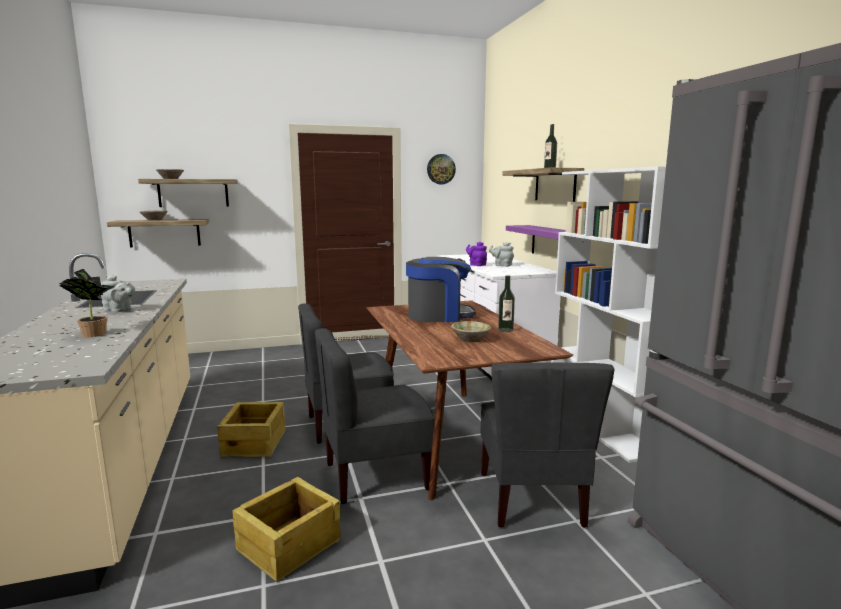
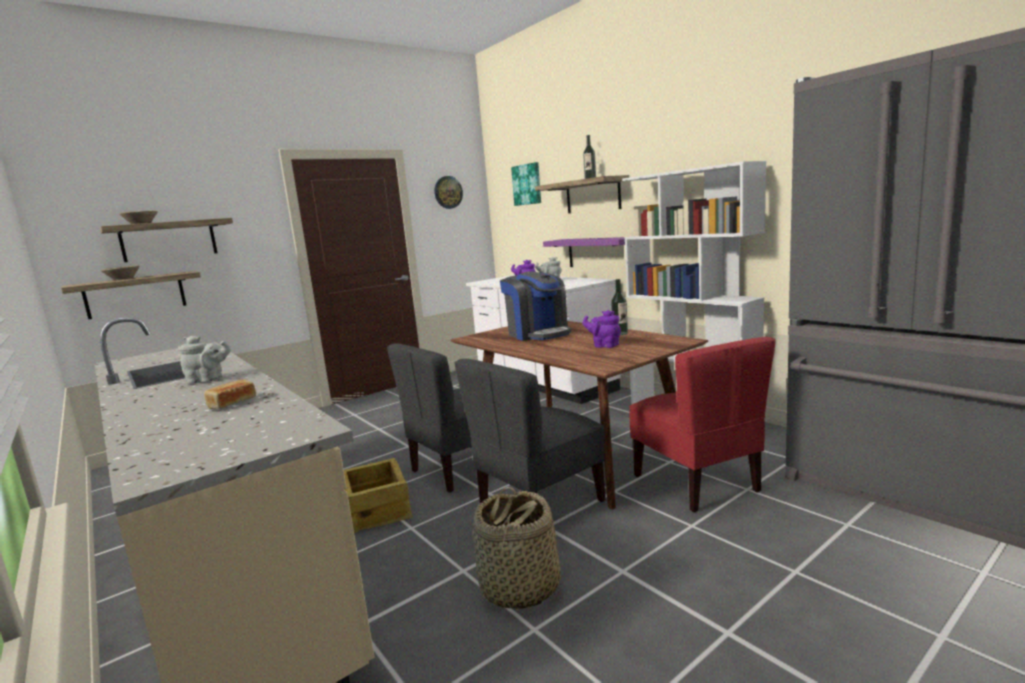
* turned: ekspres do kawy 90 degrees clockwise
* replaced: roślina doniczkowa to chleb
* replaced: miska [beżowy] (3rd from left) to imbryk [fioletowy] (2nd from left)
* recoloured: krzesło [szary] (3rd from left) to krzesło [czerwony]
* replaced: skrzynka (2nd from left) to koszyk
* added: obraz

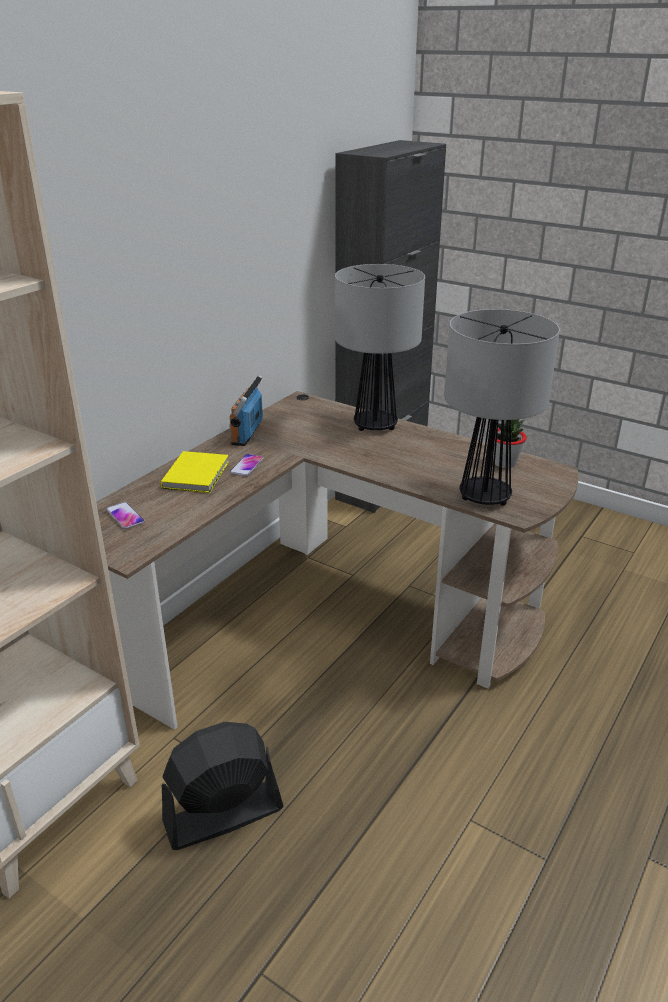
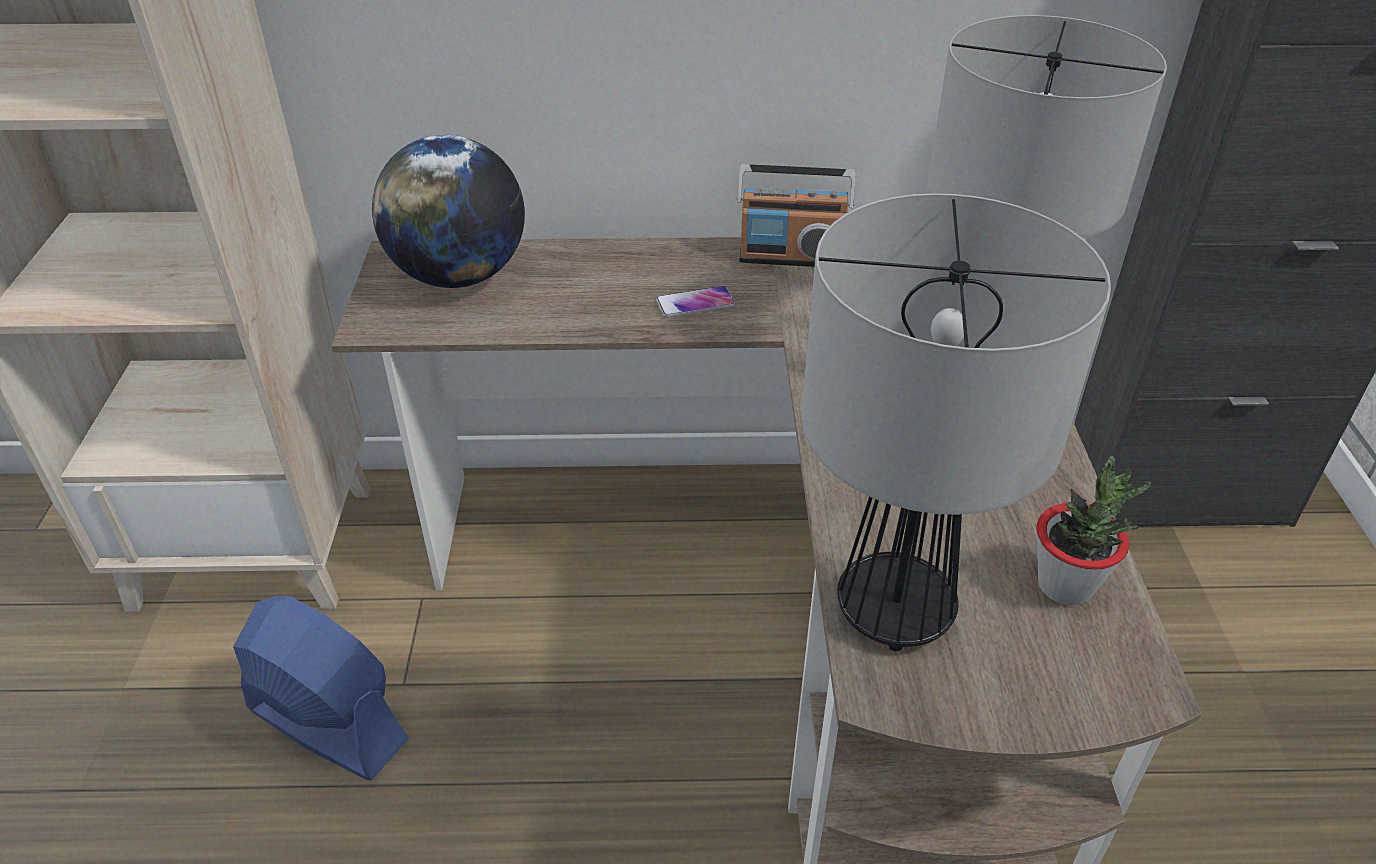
* turned: radio 150 degrees counterclockwise
* removed: książka [żółty]
* replaced: telefon (1st from left) to globus
* recoloured: wentylator [czarny] to wentylator [niebieski]

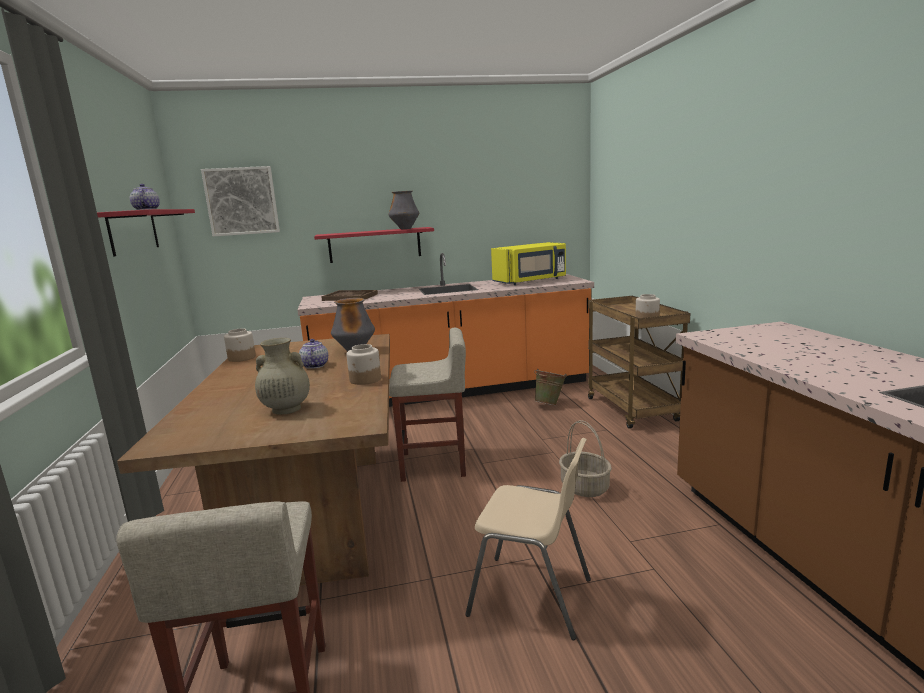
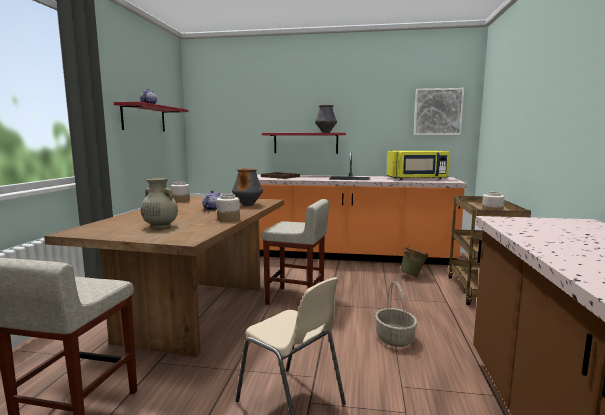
* moved: obraz

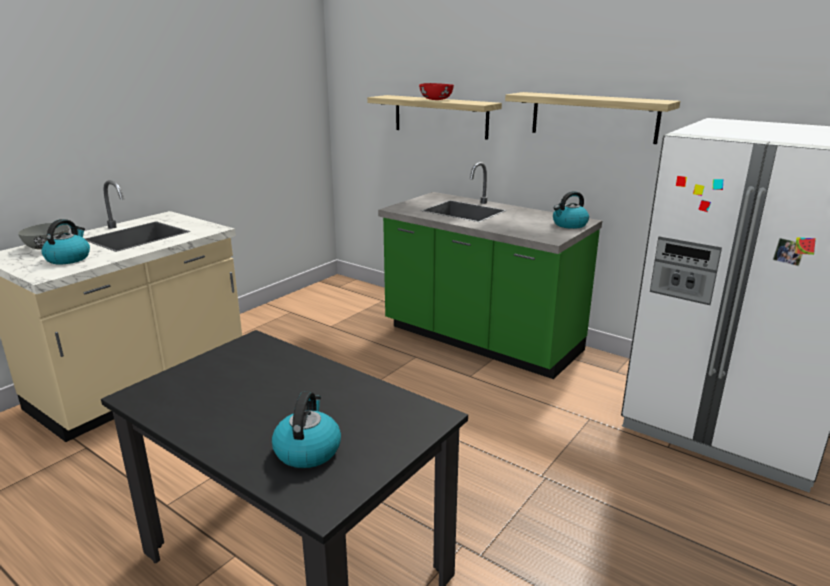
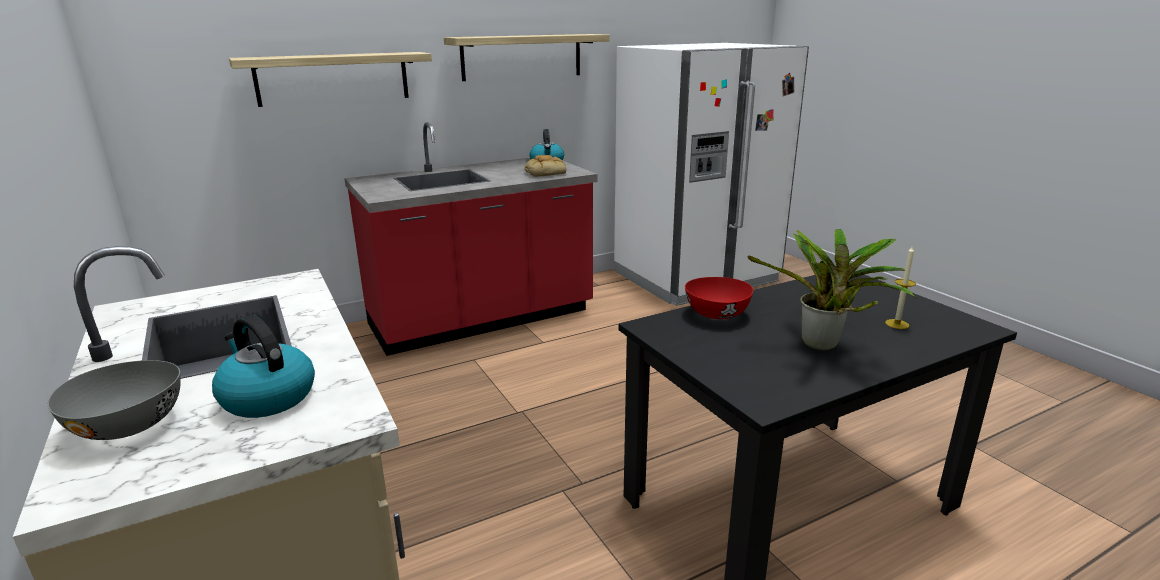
* moved: miska [czerwony]
* recoloured: zabudowa kuchenna [zielony] to zabudowa kuchenna [czerwony]
* replaced: czajnik (2nd from left) to świeca
* added: chleb
* added: roślina doniczkowa

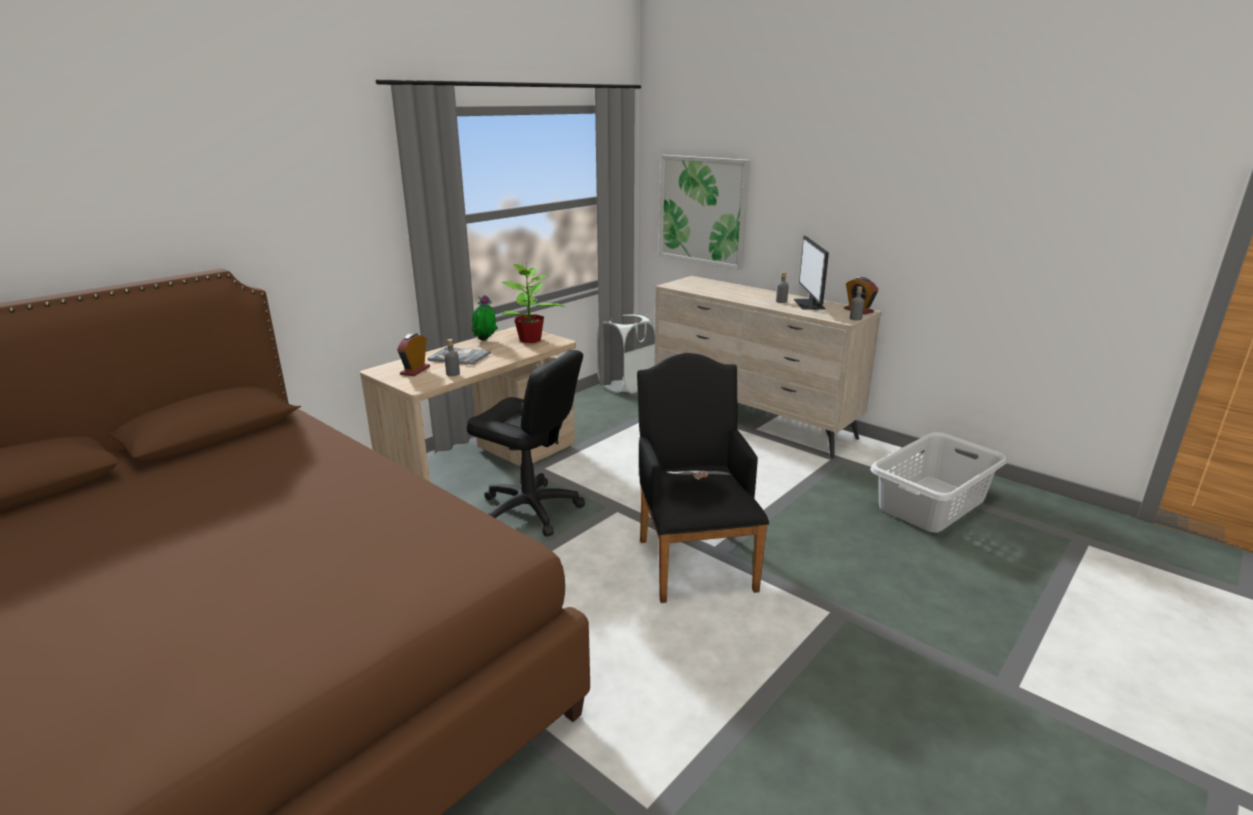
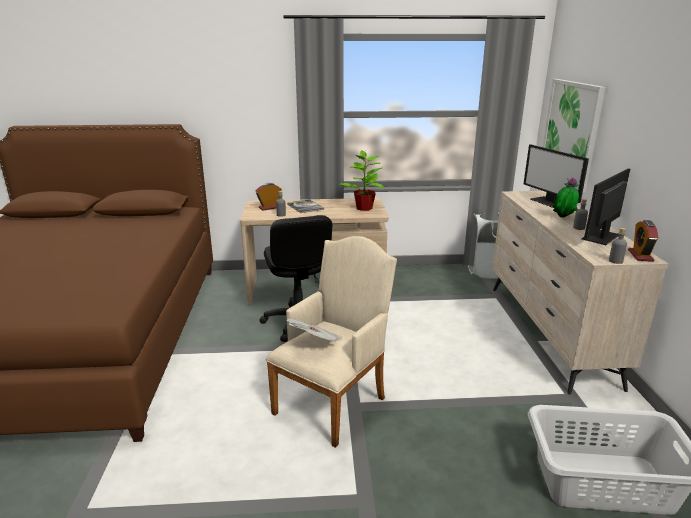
* moved: roślina doniczkowa (1st from left in the first image) to roślina doniczkowa (2nd from left)
* recoloured: fotel [czarny] to fotel [beżowy]
* added: monitor (1st from left)

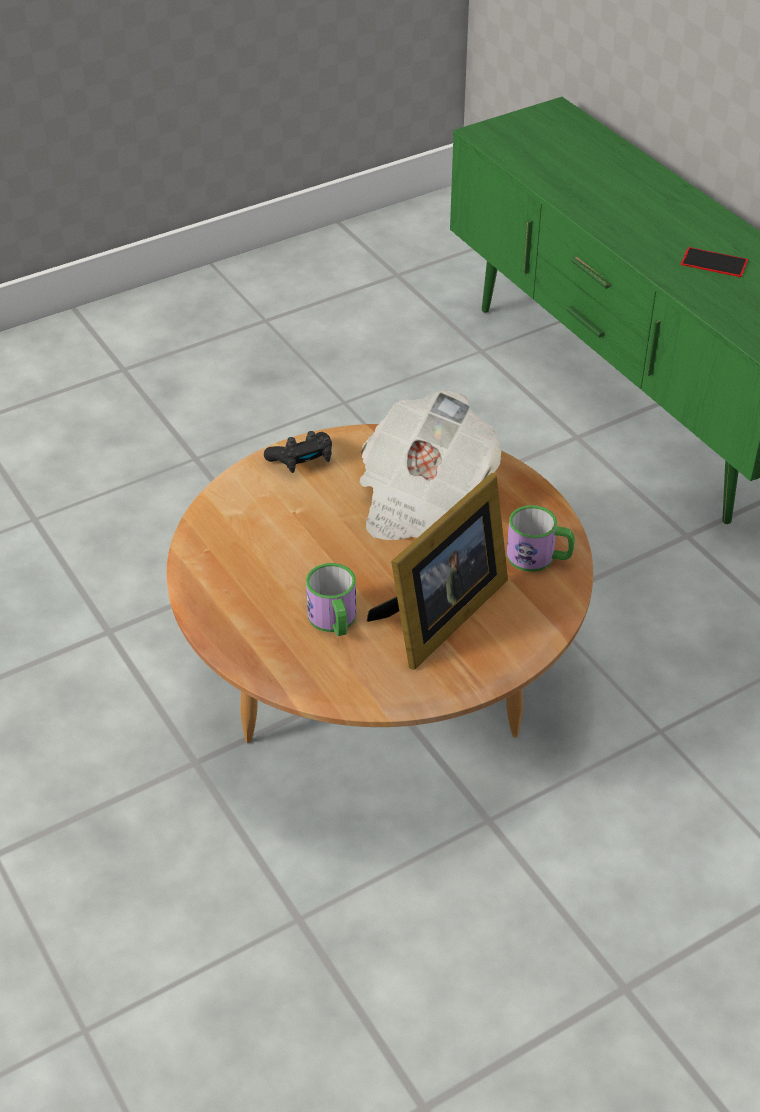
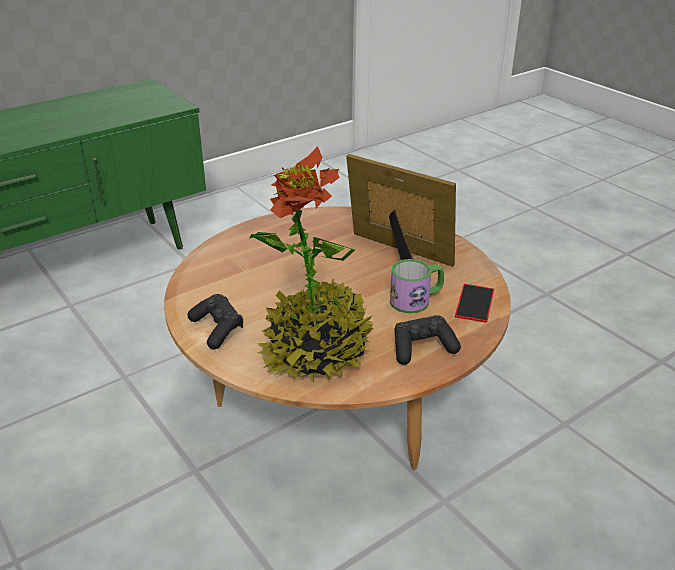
* moved: telefon
* removed: gazeta
* removed: kubek (2nd from left)
* added: roślina doniczkowa
* added: pad do gier [czarny] (2nd from left)

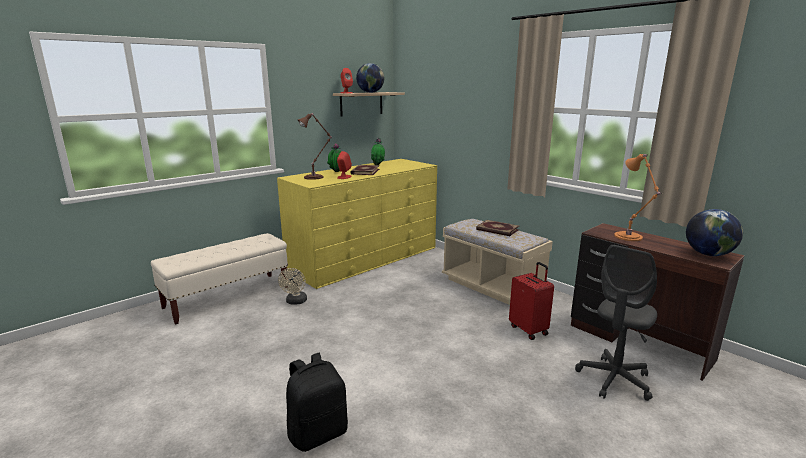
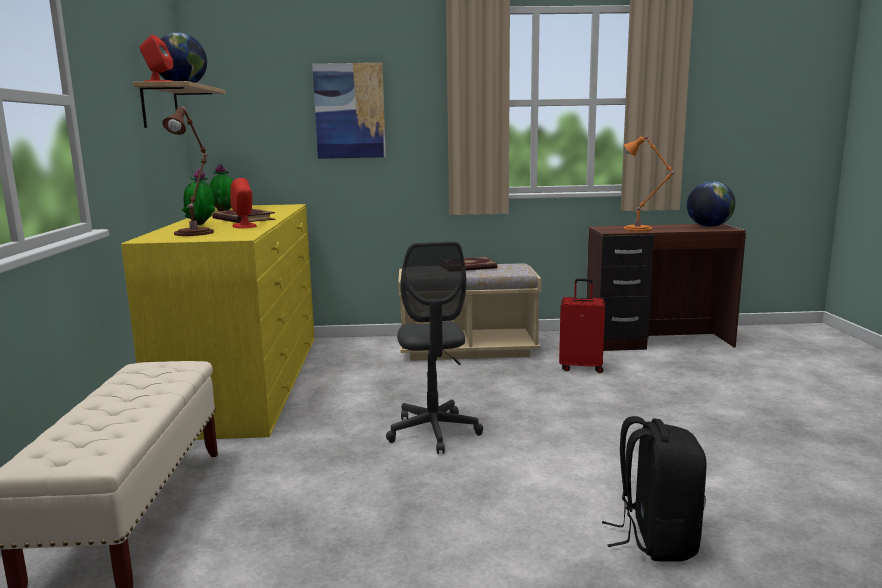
* moved: krzesło biurowe [szary]
* removed: wentylator [beżowy]
* added: obraz

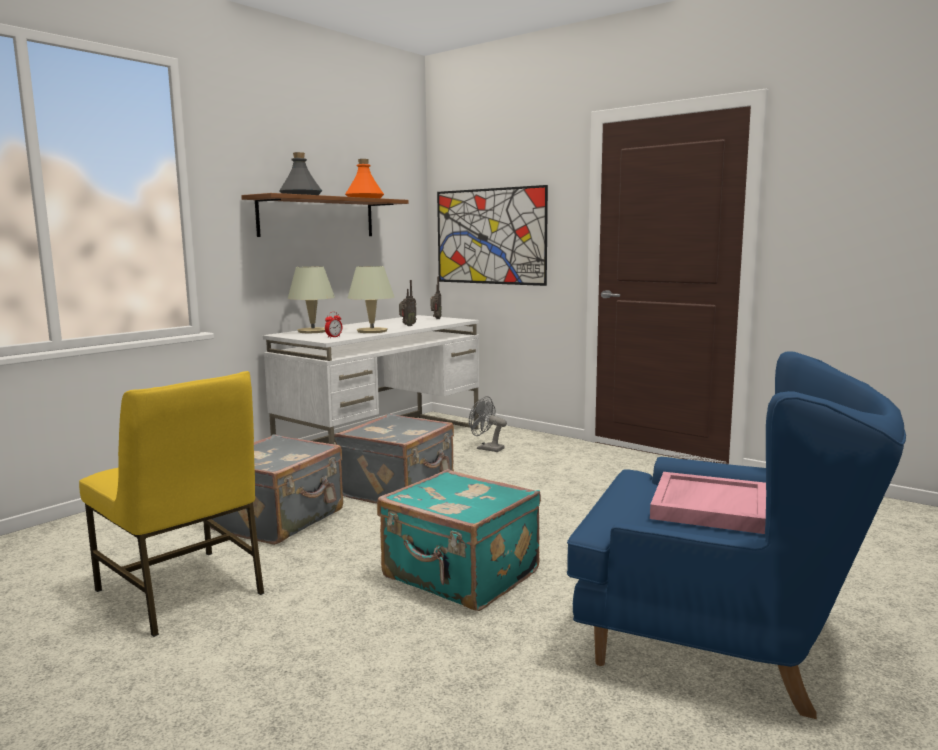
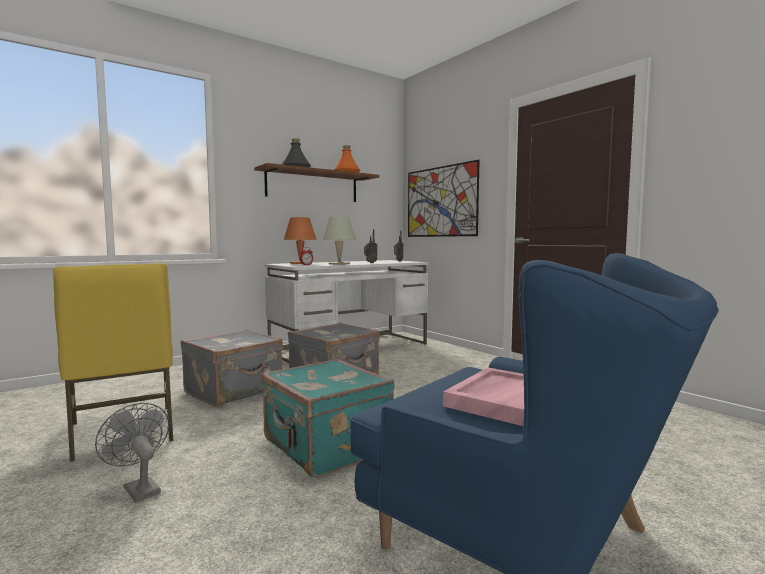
* recoloured: lampa stołowa [beżowy] (1st from left) to lampa stołowa [pomarańczowy]
* moved: wentylator [szary]

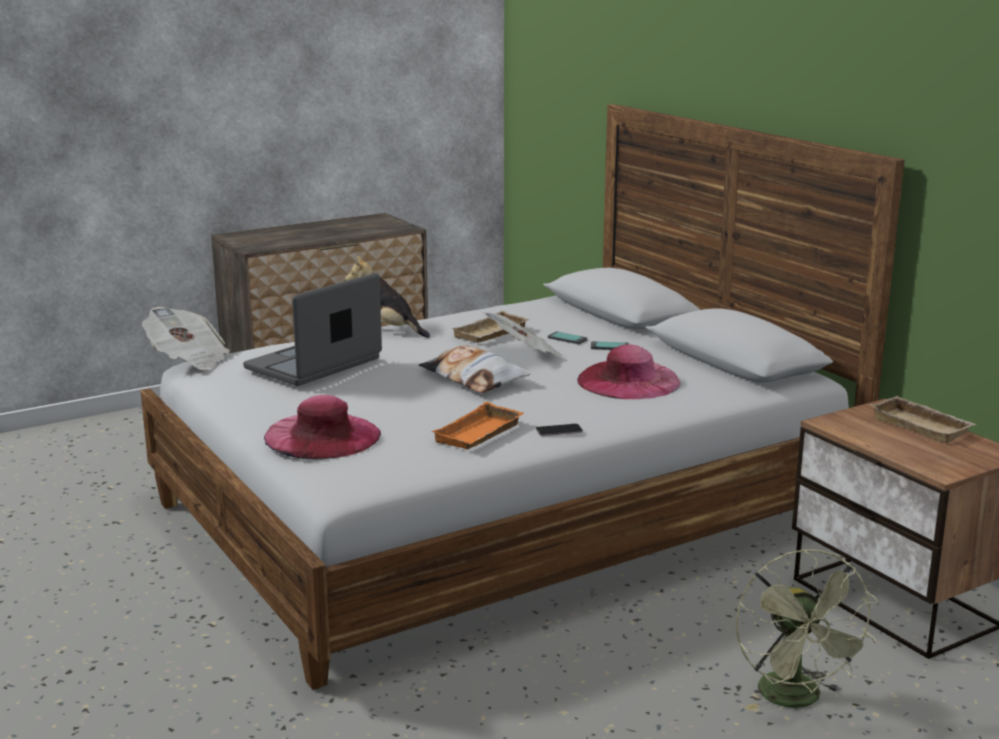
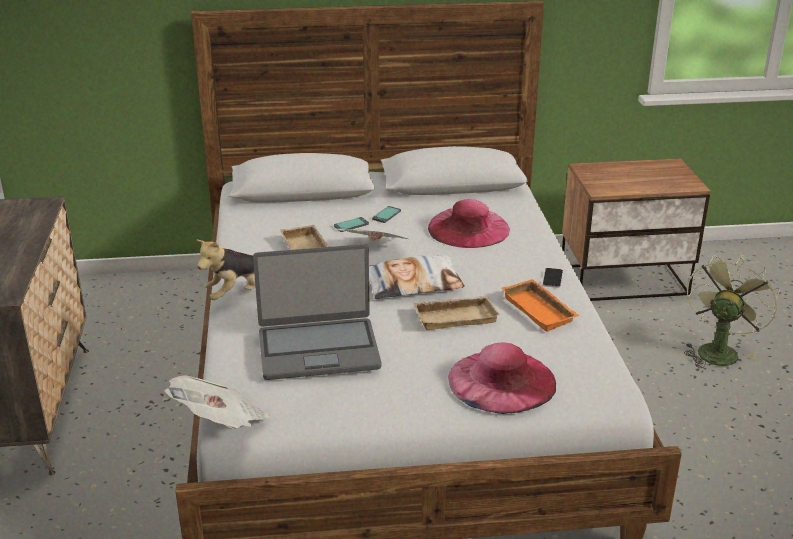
* turned: laptop 75 degrees counterclockwise
* moved: taca [beżowy] (2nd from left)
* turned: wentylator [zielony] 75 degrees counterclockwise

